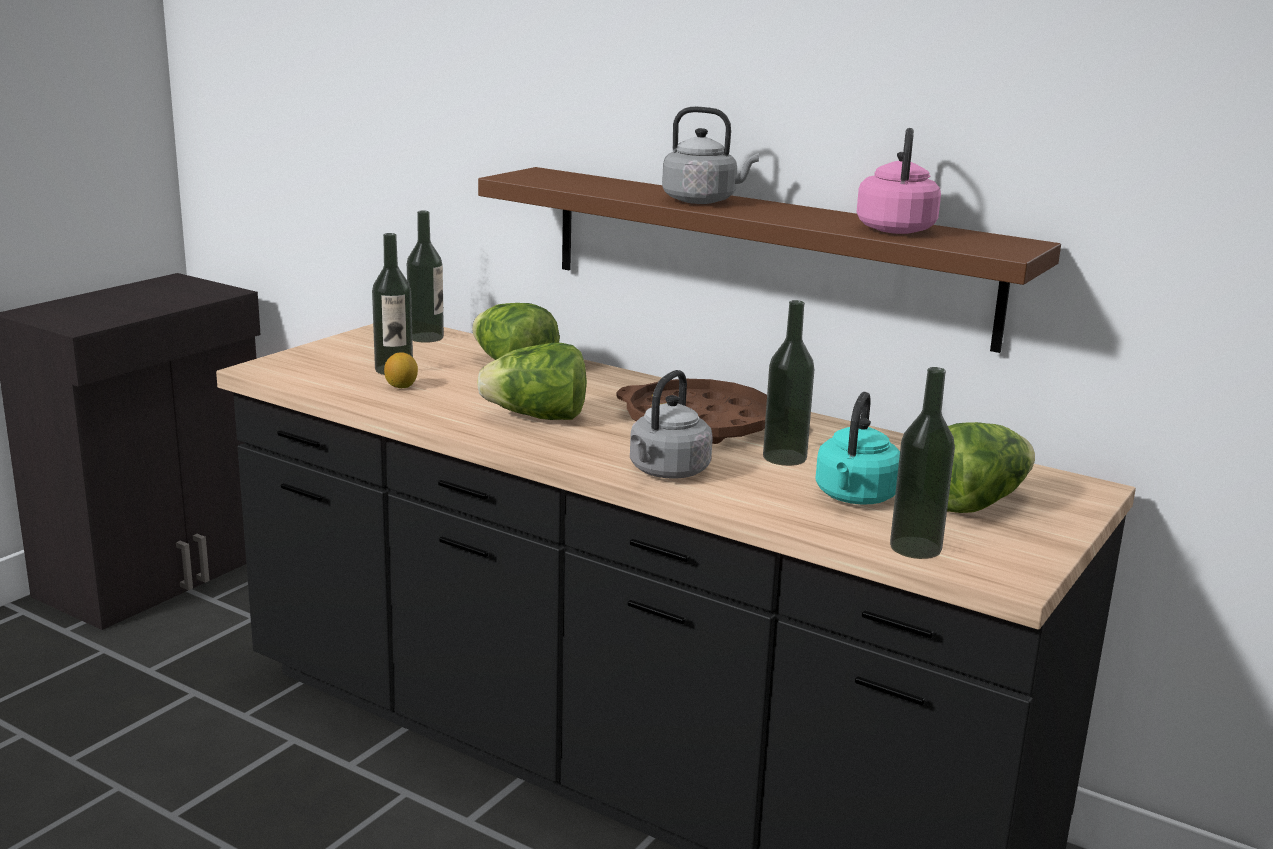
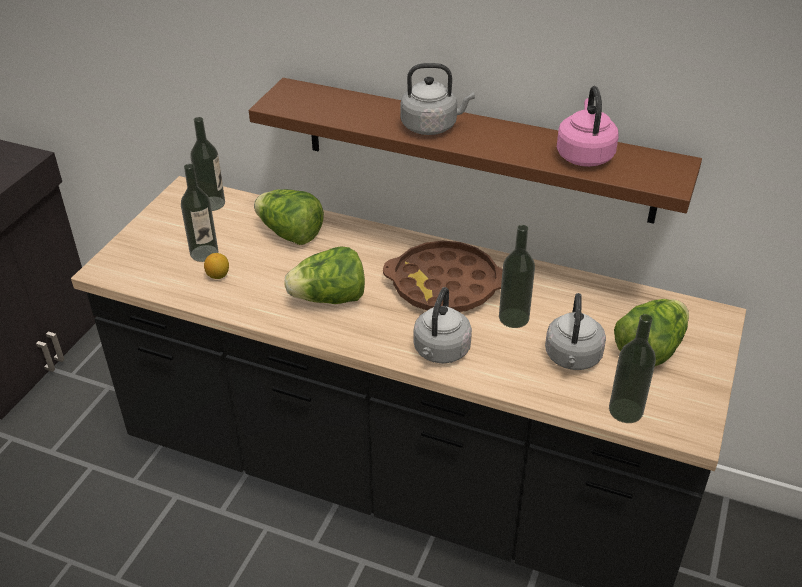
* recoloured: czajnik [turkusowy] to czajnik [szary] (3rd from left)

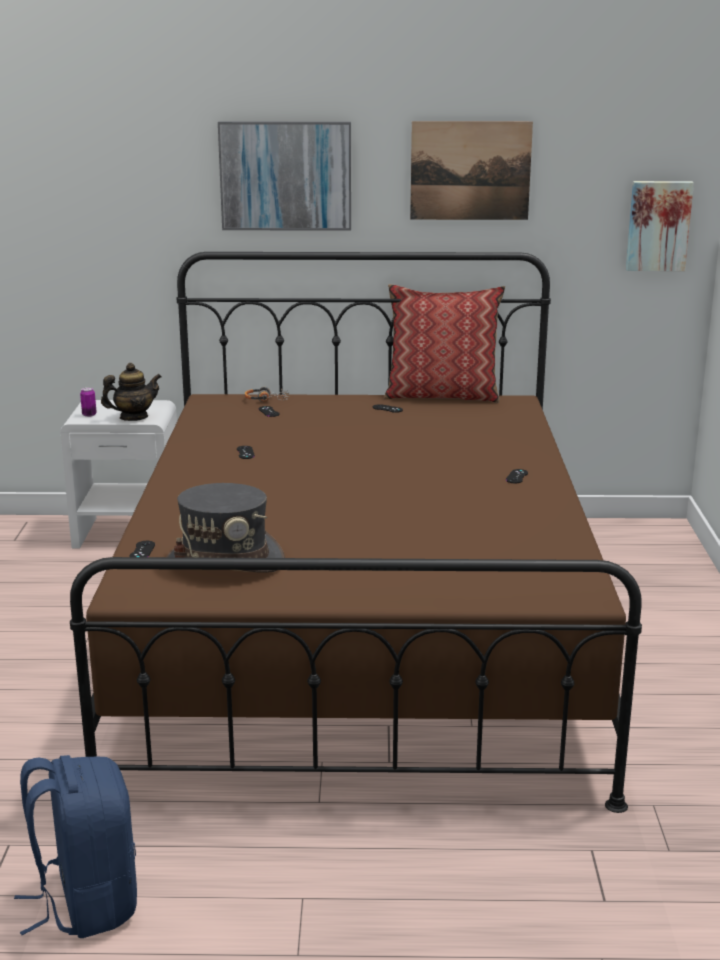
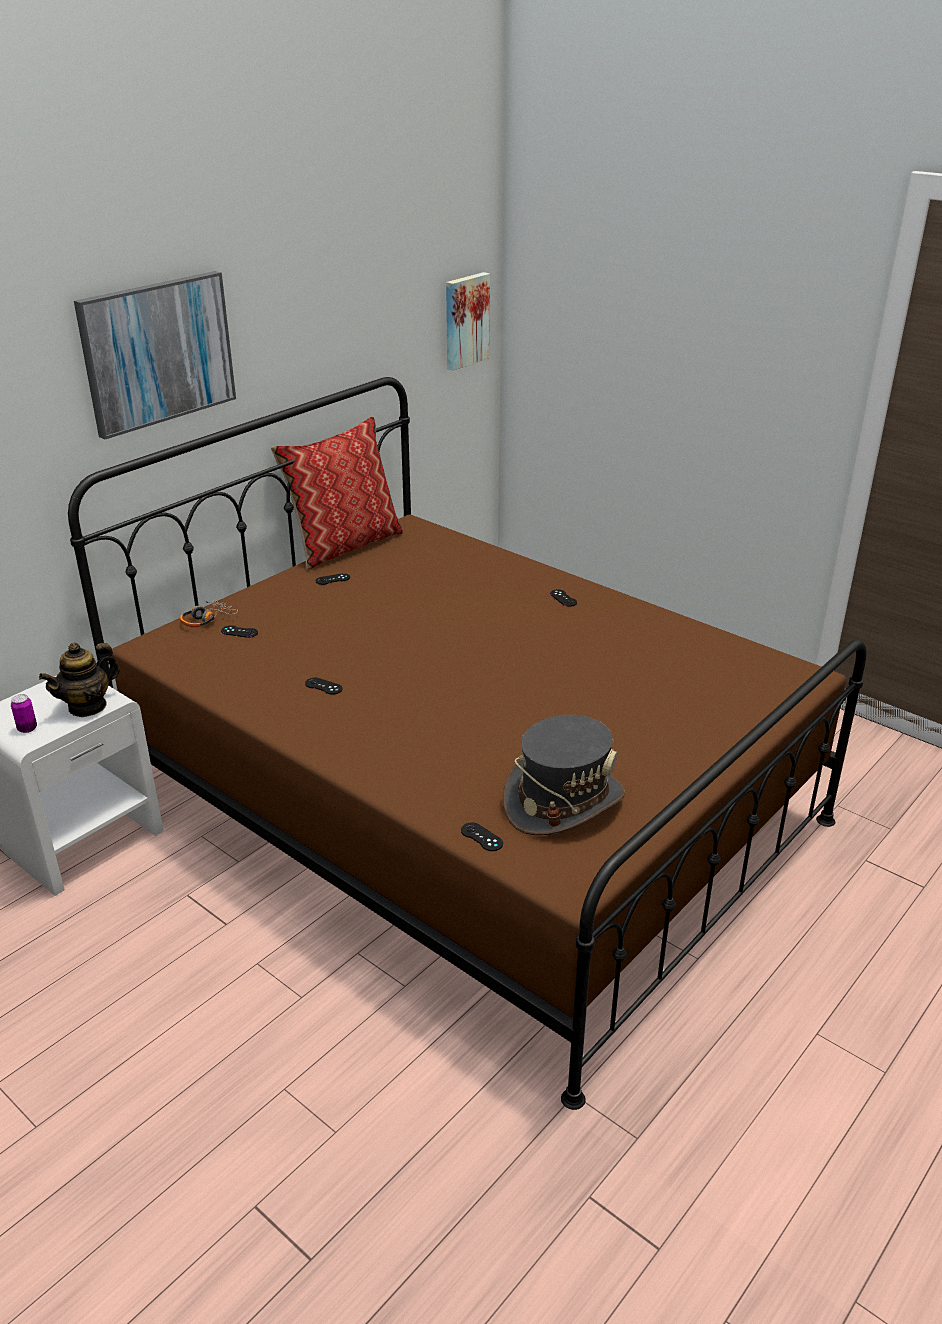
* removed: obraz (2nd from left)
* turned: imbryk 150 degrees counterclockwise
* removed: plecak [niebieski]

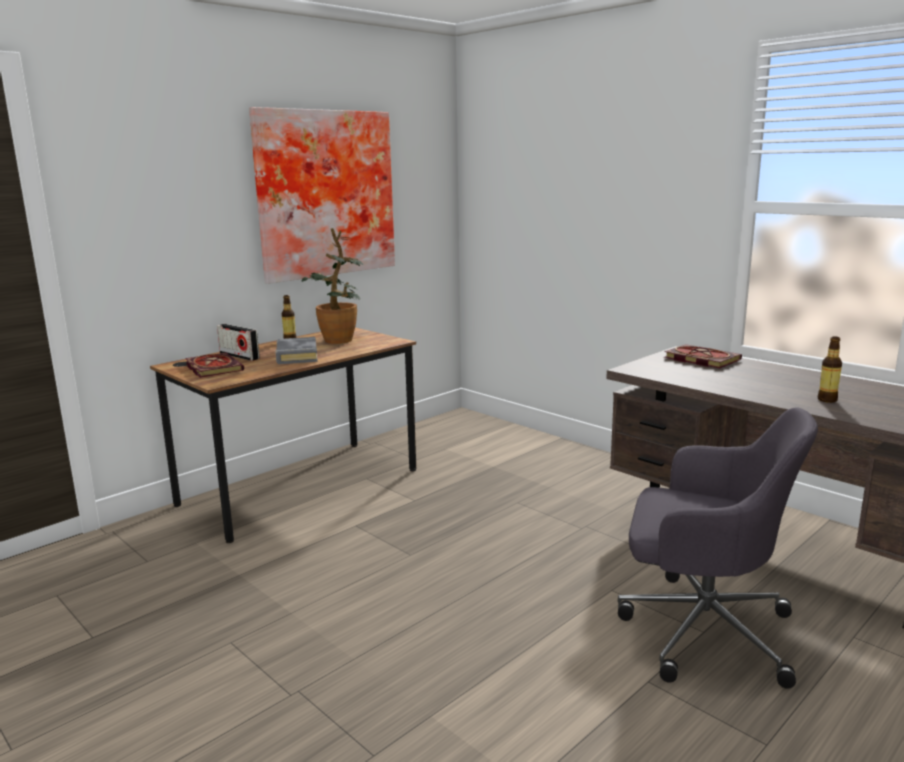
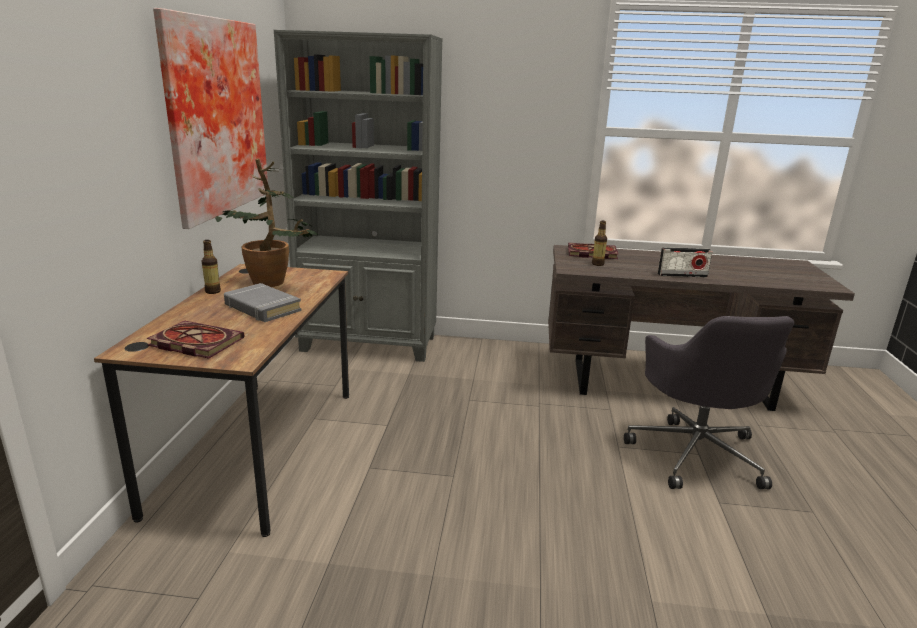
* moved: radio
* moved: butelka (2nd from left)
* turned: krzesło biurowe [szary] 105 degrees clockwise
* added: regał [szary]

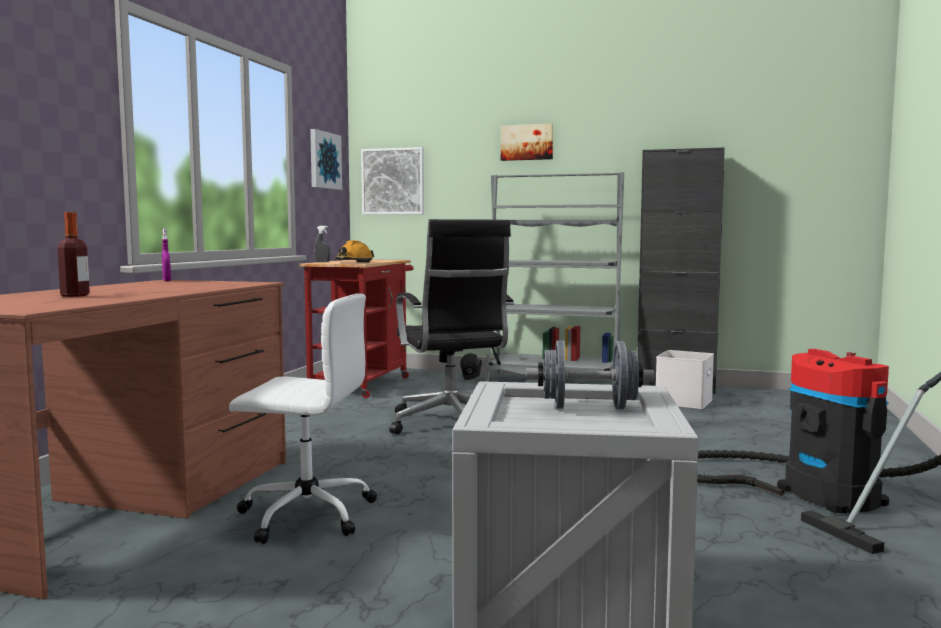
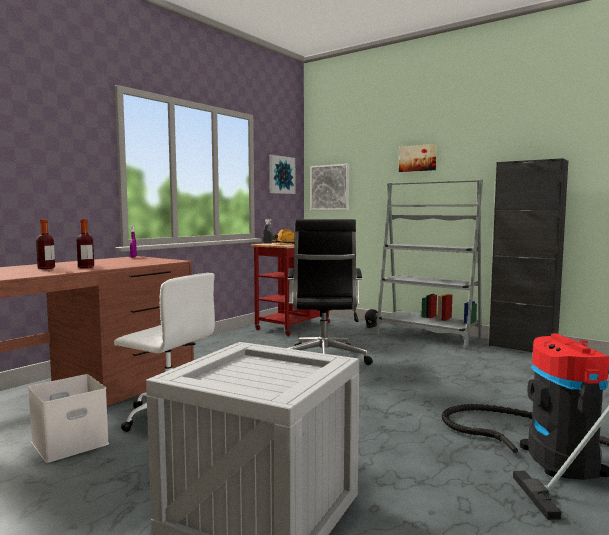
* removed: hantel [szary]
* moved: pojemnik do przechowywania [biały]
* added: butelka (2nd from left)

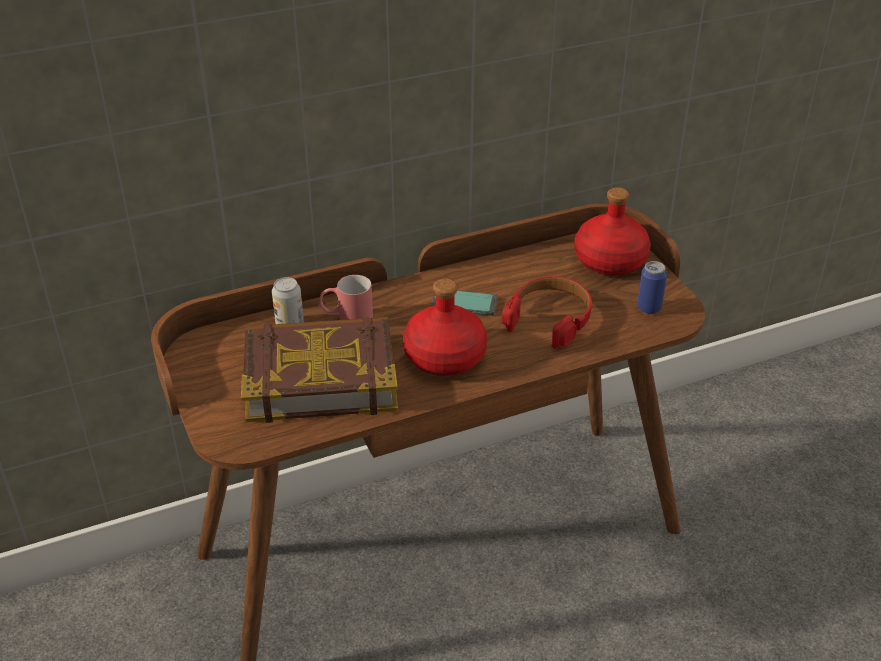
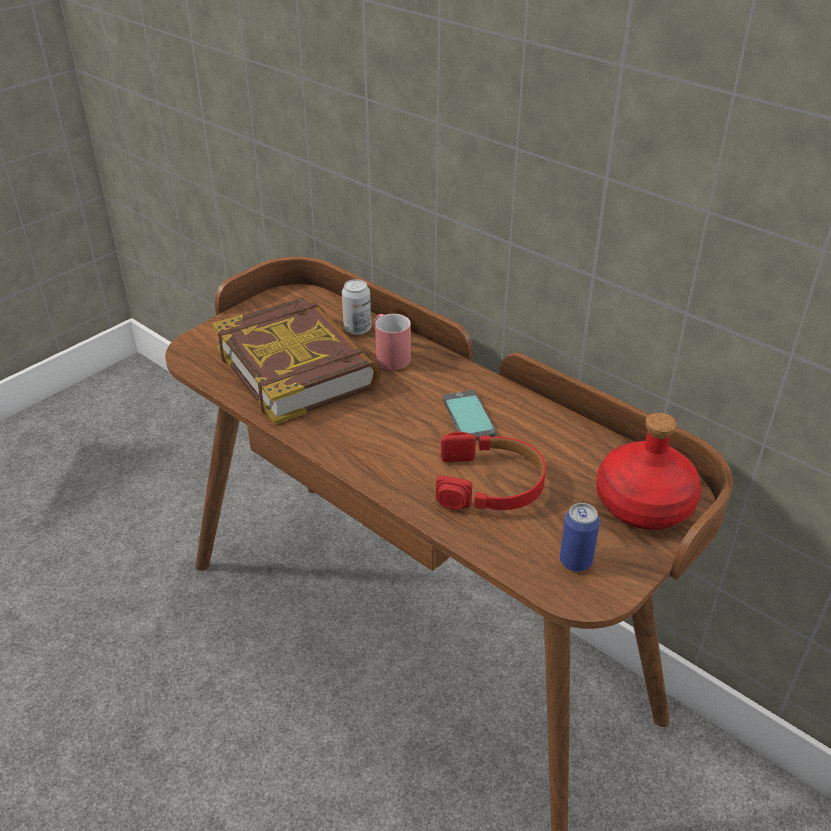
* removed: butelka [czerwony] (1st from left)

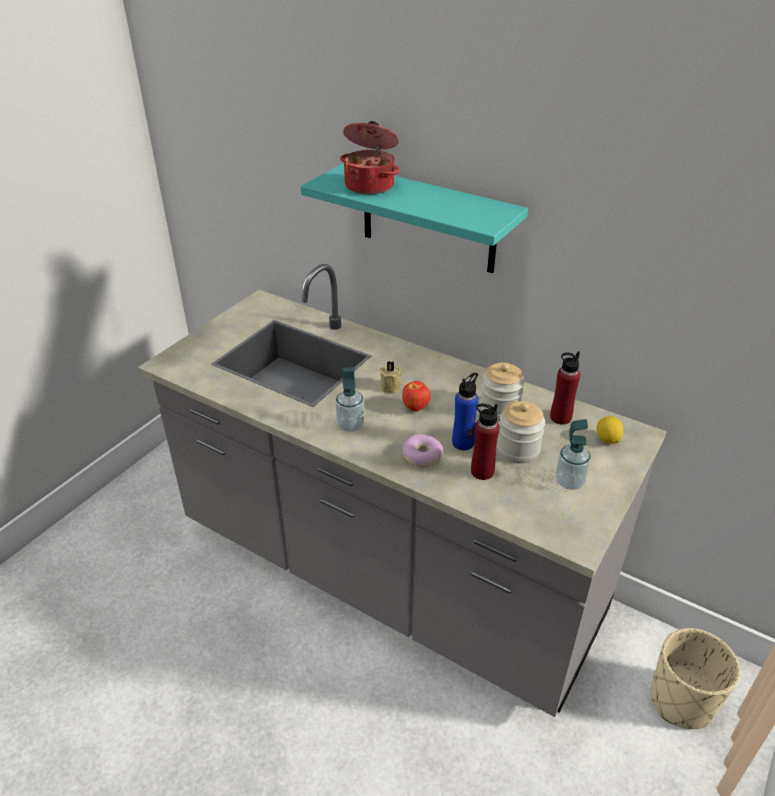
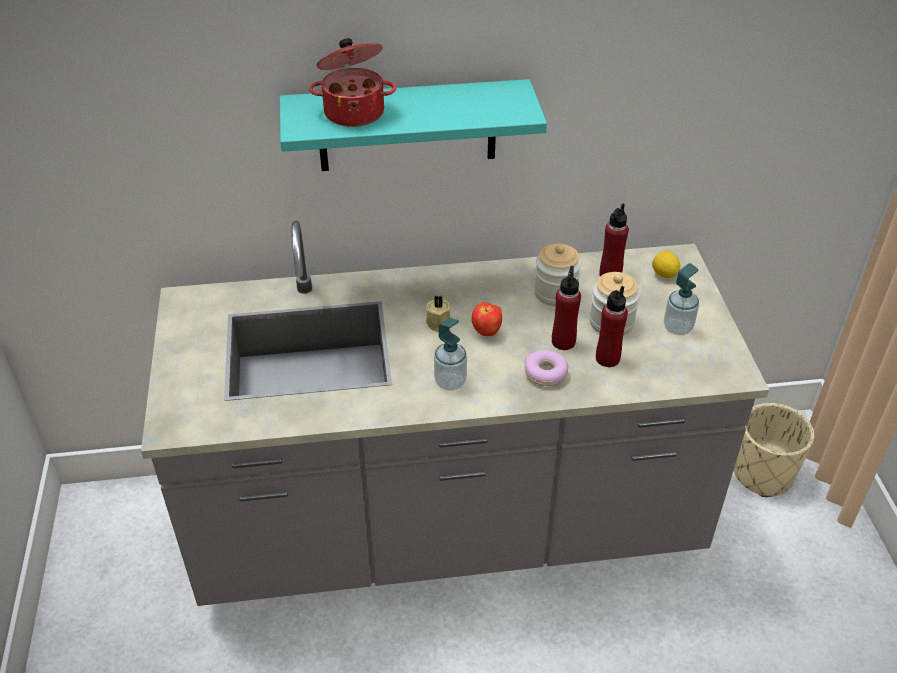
* recoloured: butelka [niebieski] to butelka [czerwony] (1st from left)

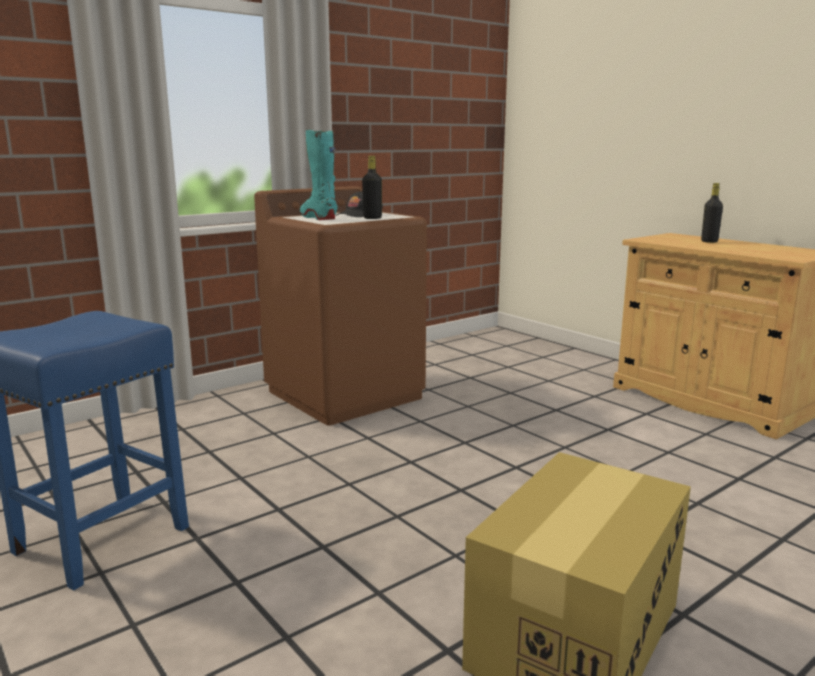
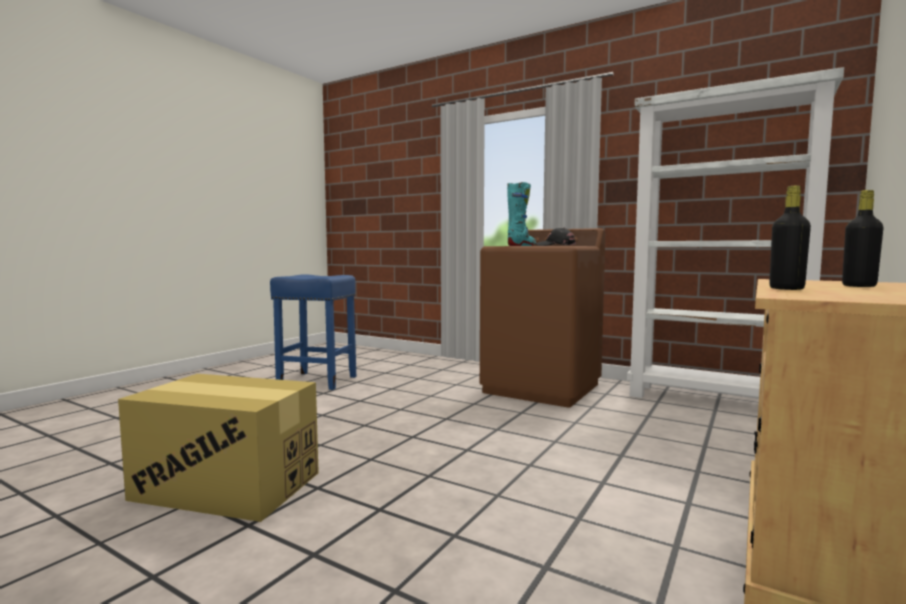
* moved: butelka [czarny] (1st from left)
* added: regał [biały]

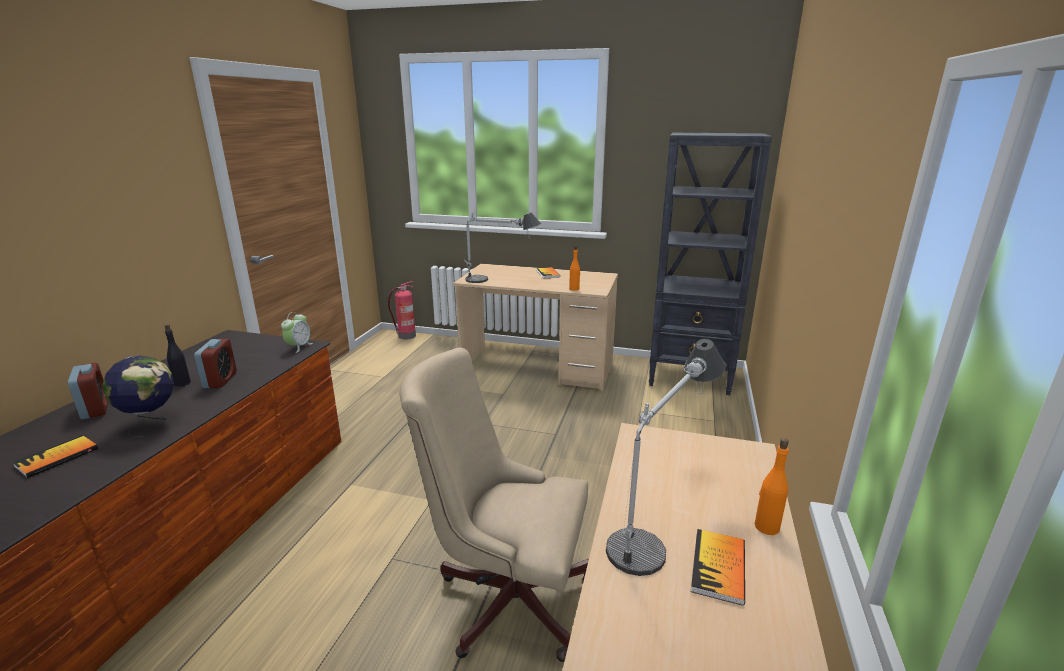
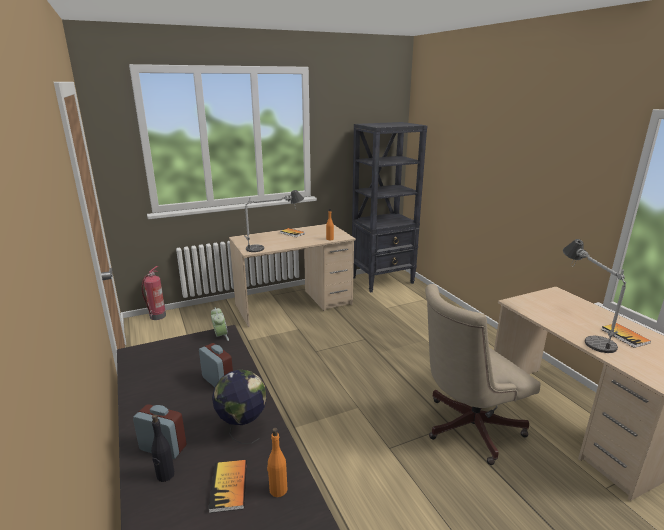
* moved: butelka [czarny]
* moved: butelka [pomarańczowy] (2nd from left in the first image) to butelka [pomarańczowy] (1st from left)

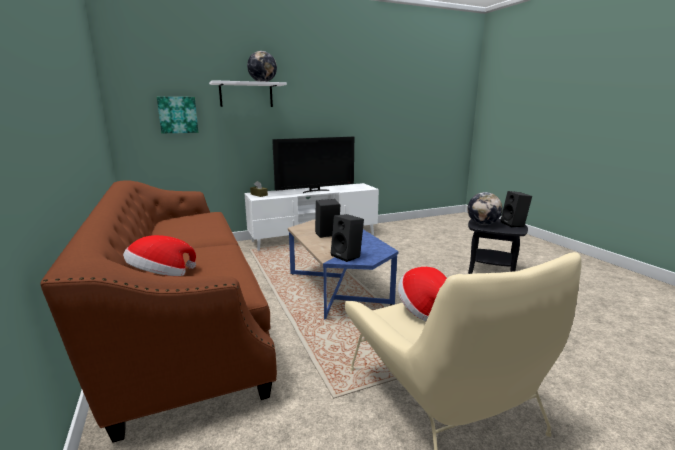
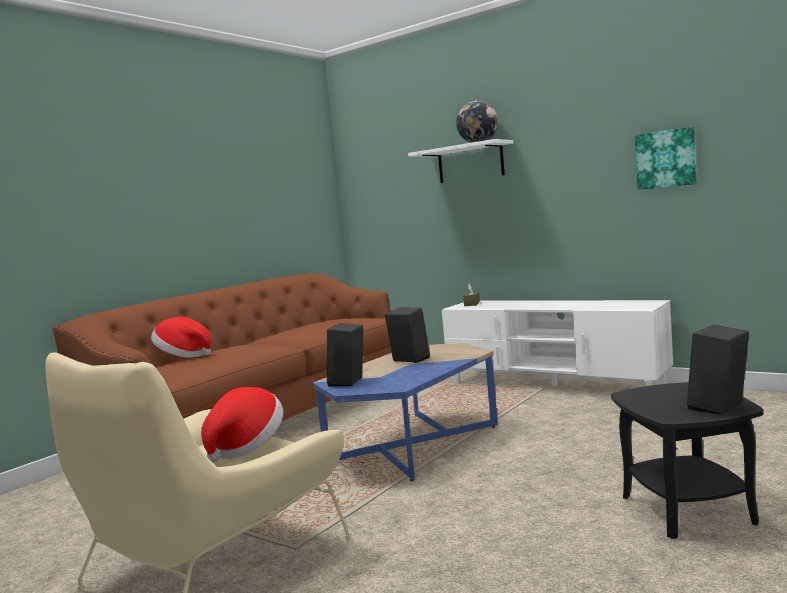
* moved: obraz
* removed: telewizor
* removed: globus (2nd from left)

